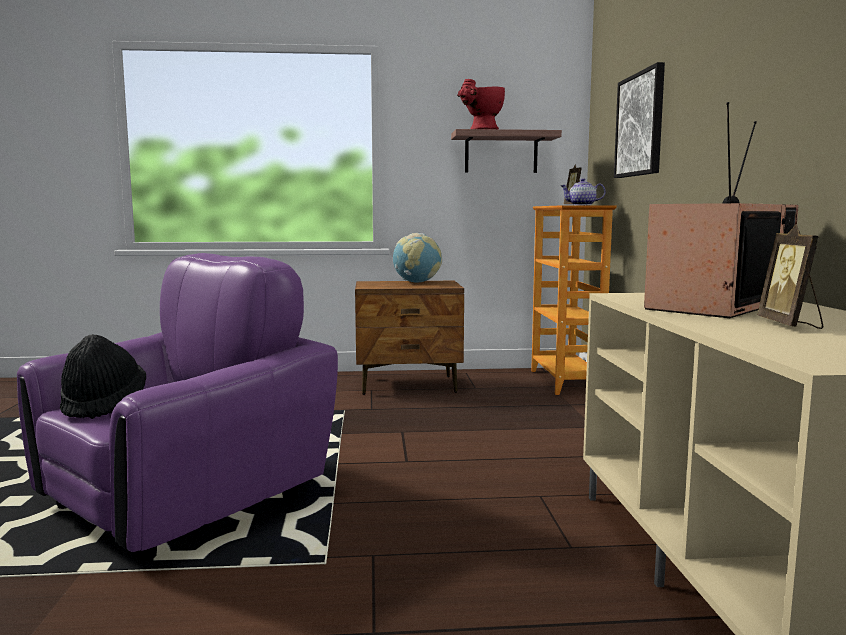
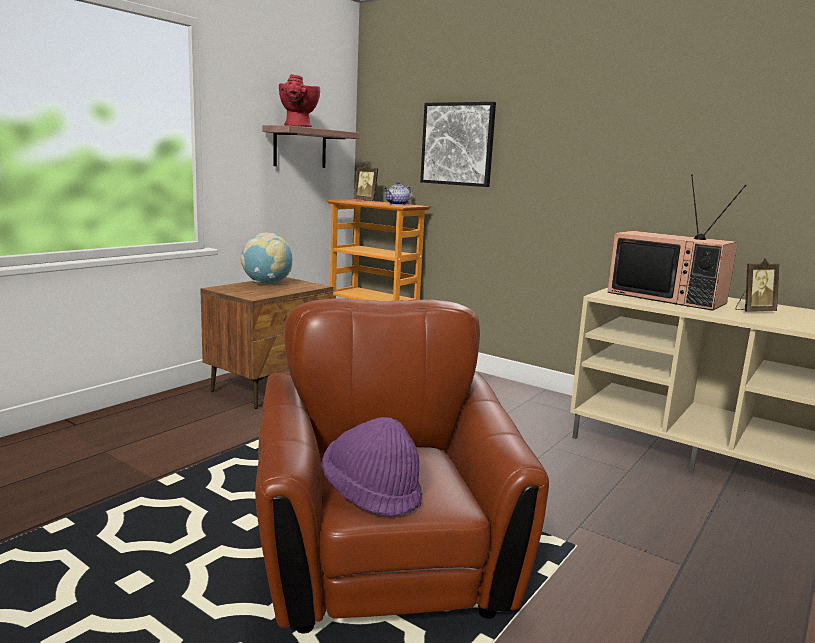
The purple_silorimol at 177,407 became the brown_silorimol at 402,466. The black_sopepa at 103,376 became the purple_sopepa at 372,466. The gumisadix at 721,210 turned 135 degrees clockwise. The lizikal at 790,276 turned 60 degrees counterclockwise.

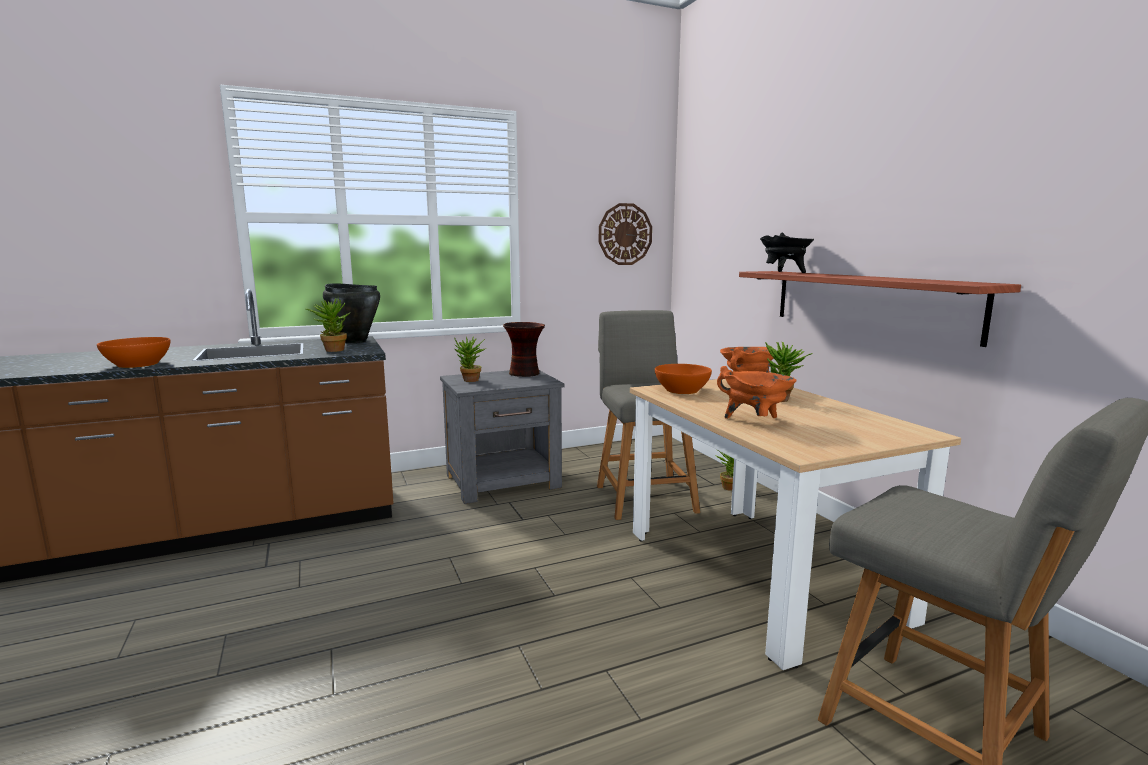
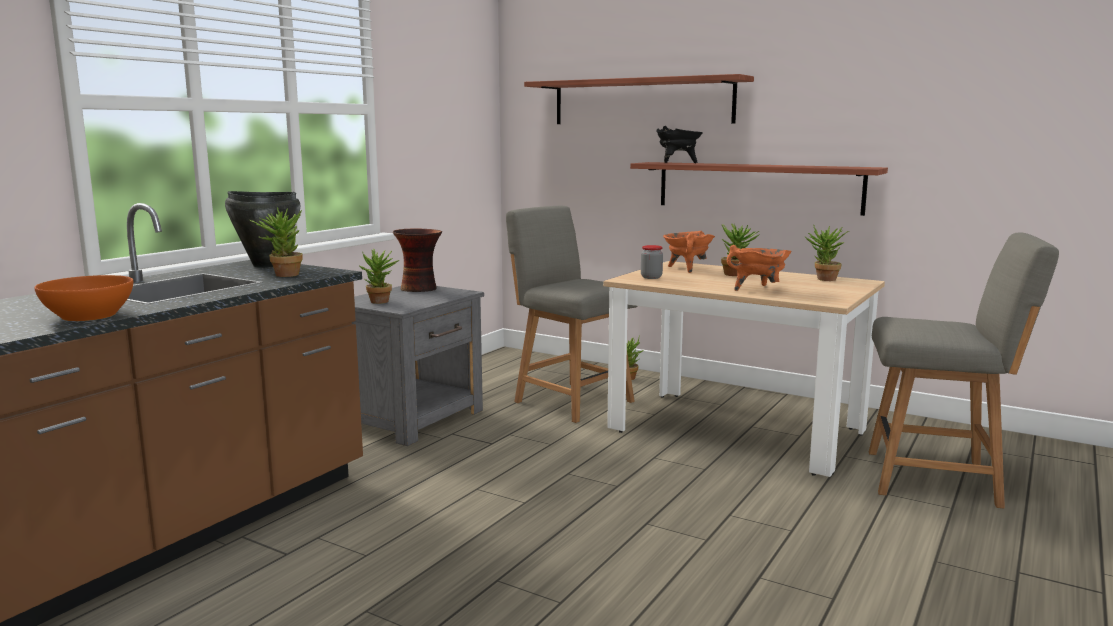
The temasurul at 639,99 appeared. The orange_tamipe at 683,379 was replaced by the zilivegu at 652,262. The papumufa at 827,253 appeared. The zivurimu at 625,234 disappeared.

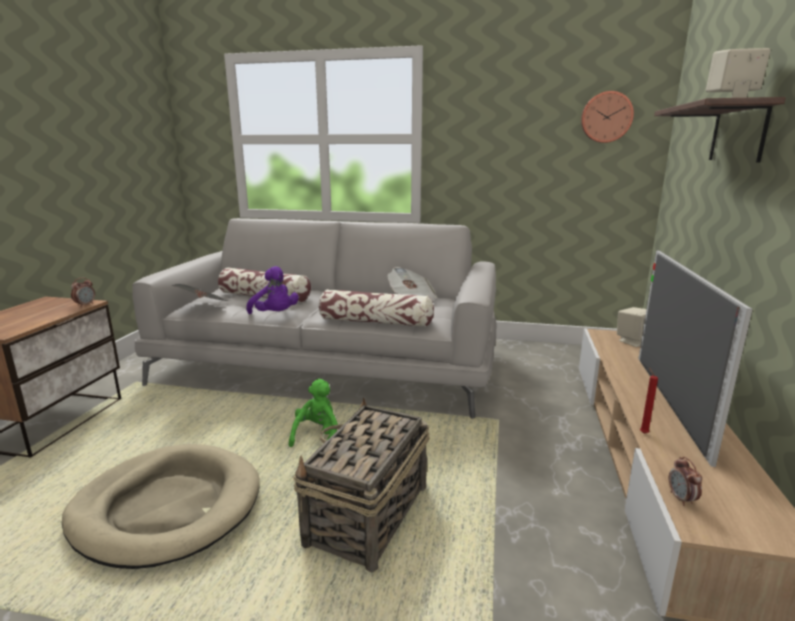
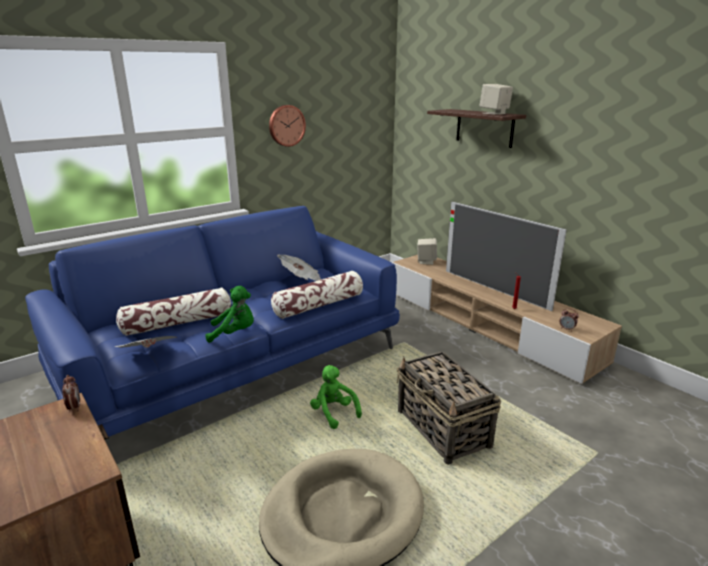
The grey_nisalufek at 314,318 became the blue_nisalufek at 212,321. The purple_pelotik at 272,290 became the green_pelotik at 229,314. The zivurimu moved from 607,117 to 287,126.

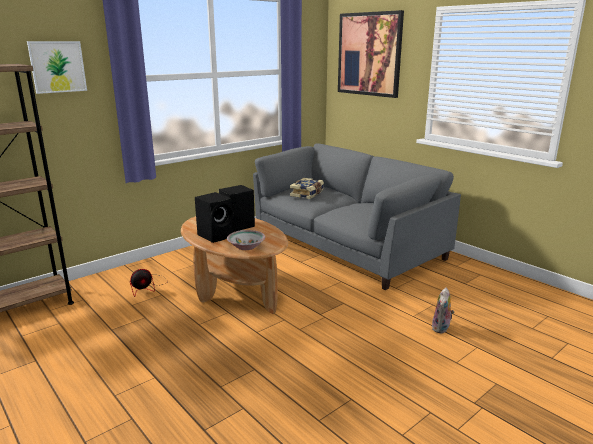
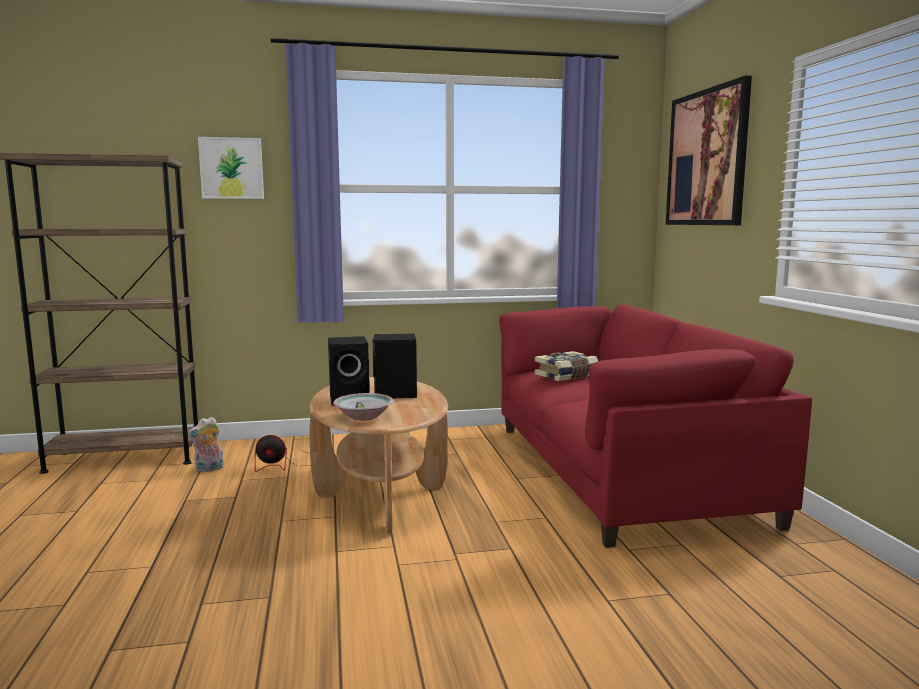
The pelotik moved from 443,311 to 206,444. The grey_nisalufek at 357,216 became the red_nisalufek at 655,426.

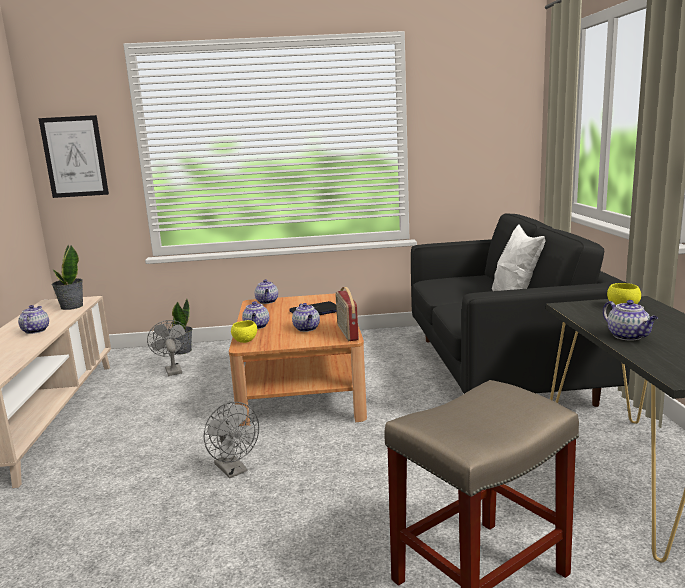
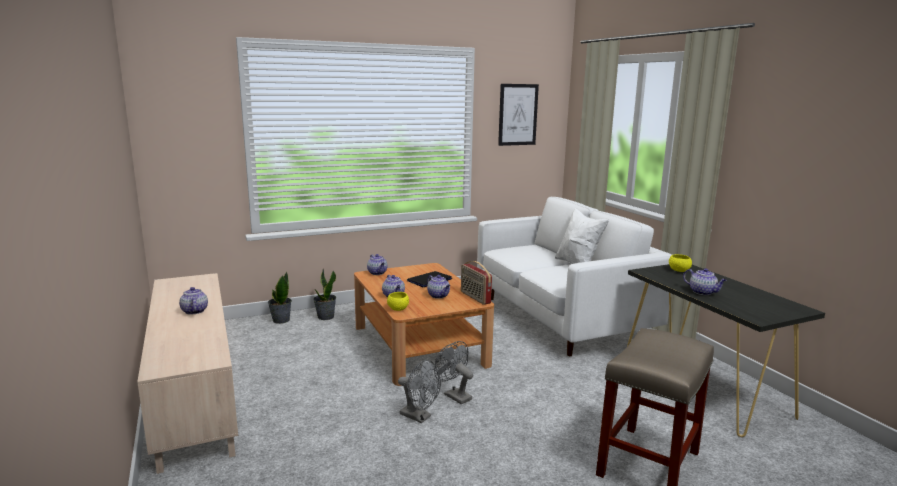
The papumufa moved from 67,277 to 324,294. The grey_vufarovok moved from 168,348 to 454,372. The black_nisalufek at 520,310 became the white_nisalufek at 574,276. The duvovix moved from 74,156 to 518,115.

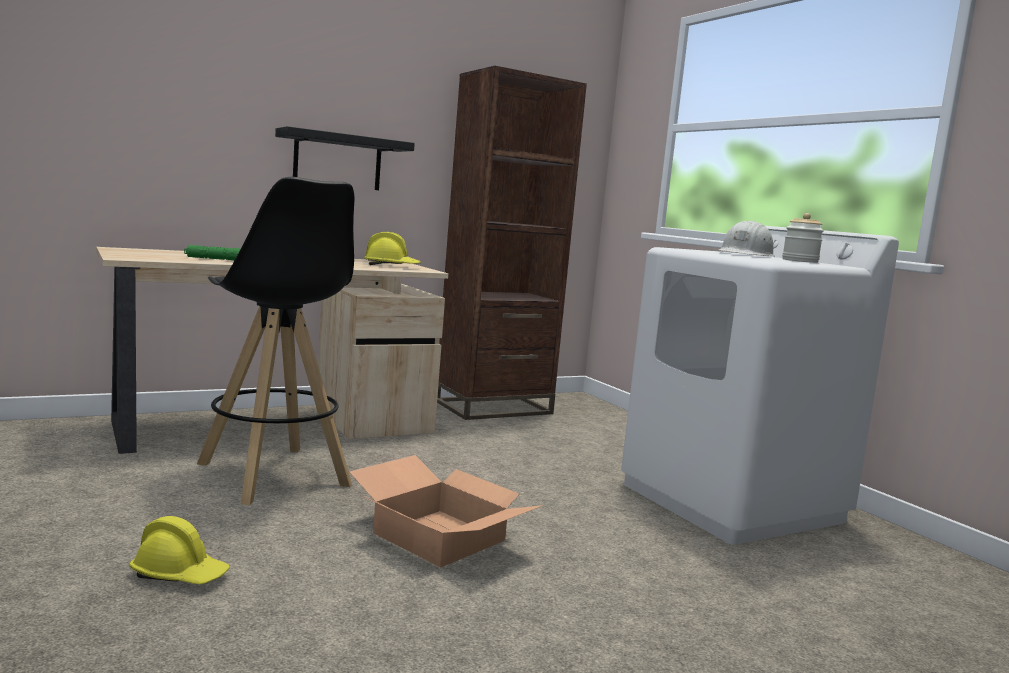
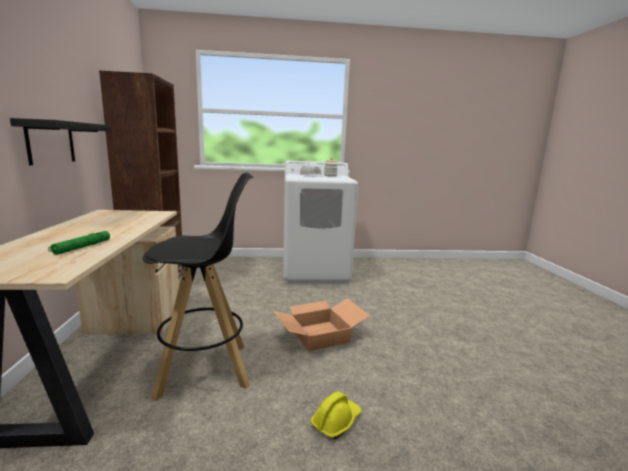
The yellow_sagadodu at 392,248 disappeared.

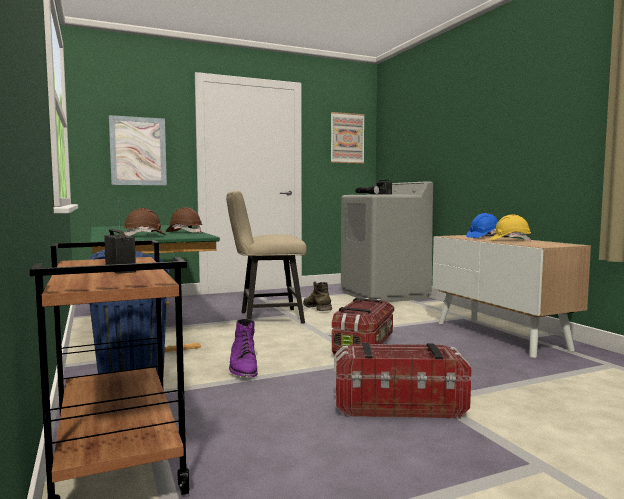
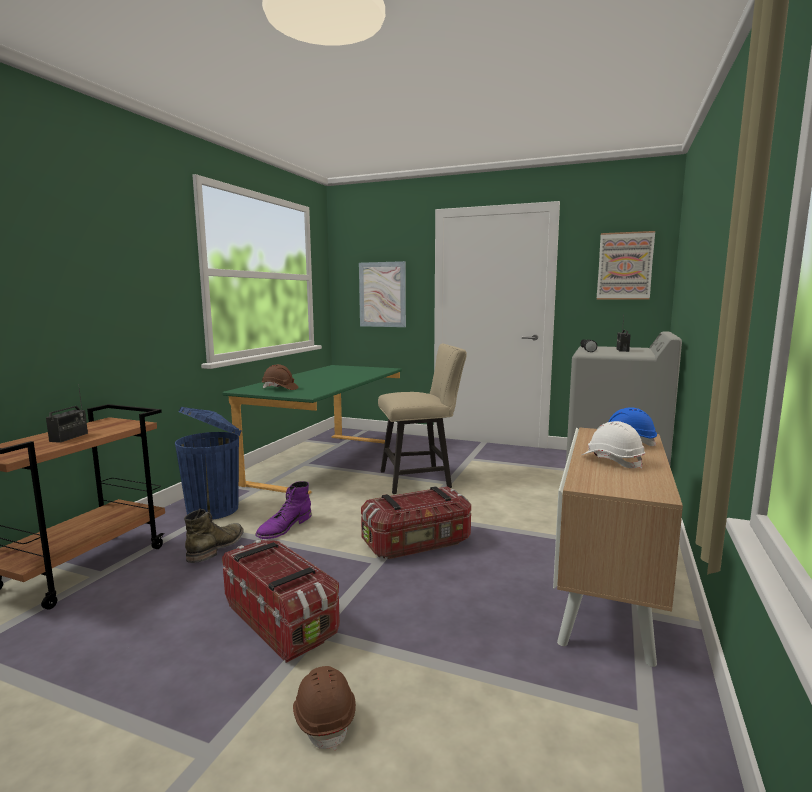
The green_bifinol moved from 317,296 to 214,536. The brown_sagadodu moved from 184,220 to 324,708. The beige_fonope at 266,257 turned 135 degrees clockwise. The yellow_sagadodu at 510,227 became the white_sagadodu at 613,445.

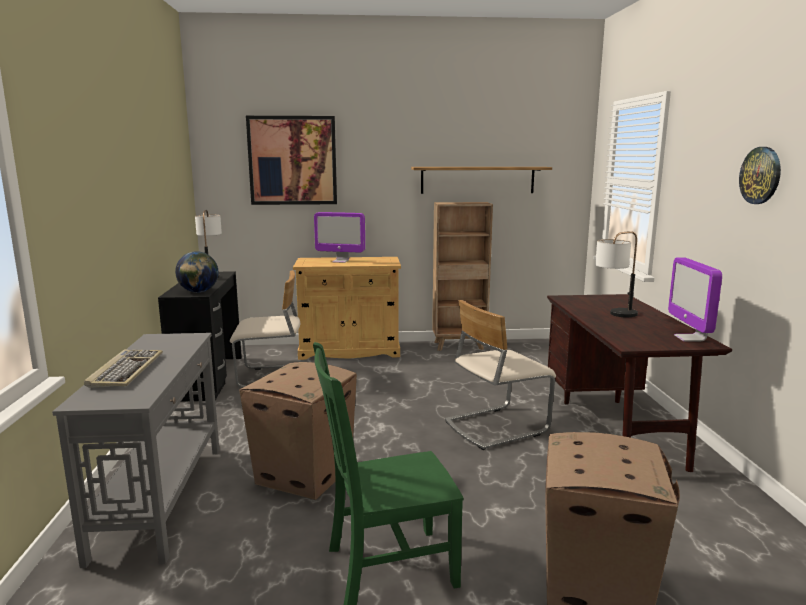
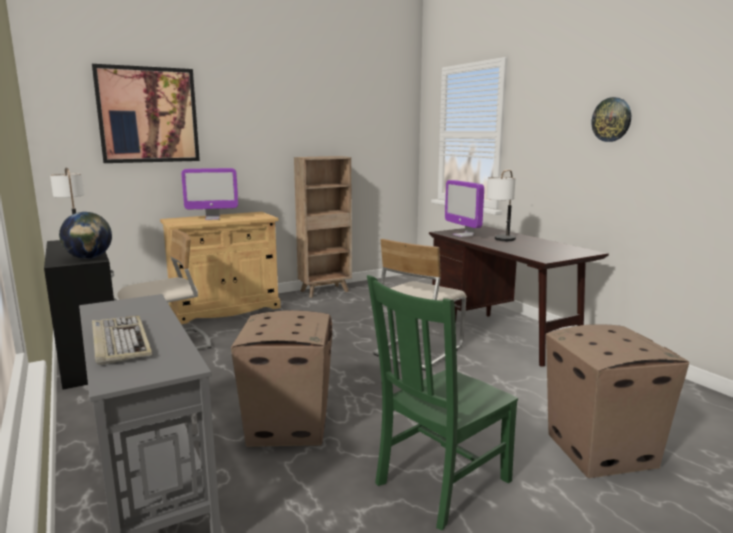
The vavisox moved from 695,299 to 464,208. The temasurul at 481,180 disappeared.

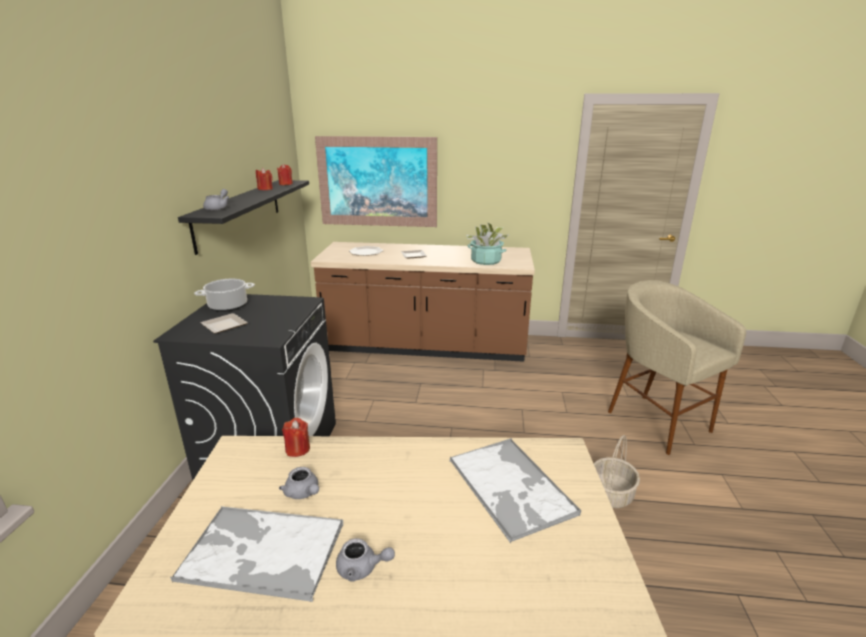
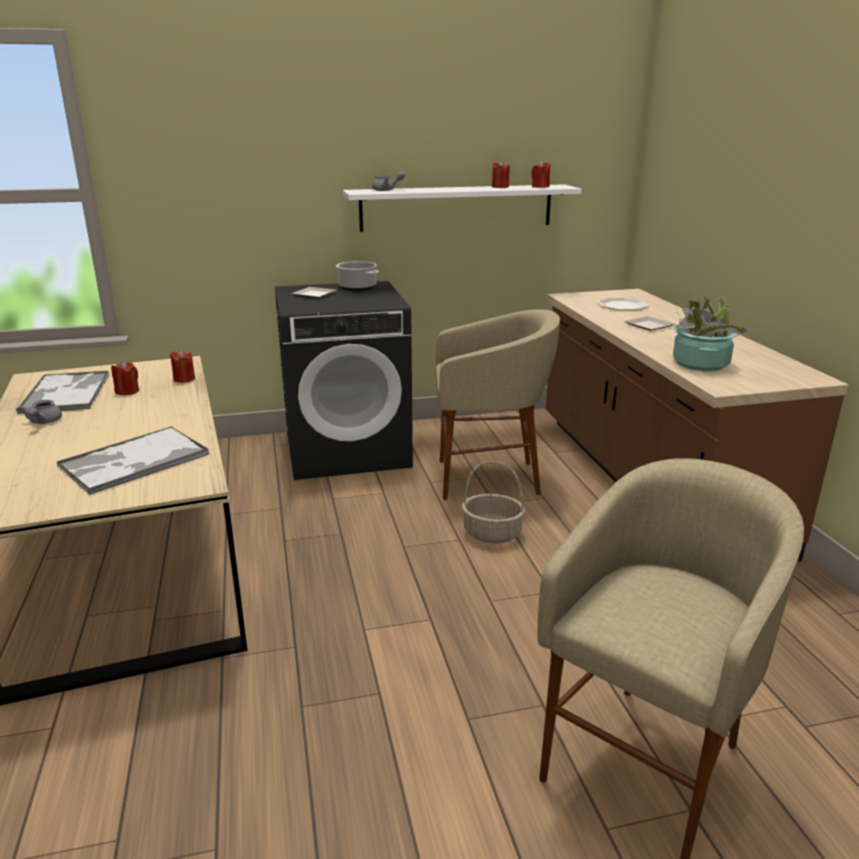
The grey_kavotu at 299,483 was replaced by the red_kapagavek at 125,378. The black_temasurul at 243,217 became the white_temasurul at 462,208. The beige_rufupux at 498,405 appeared. The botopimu moved from 616,472 to 493,502. The duvovix at 376,181 disappeared.

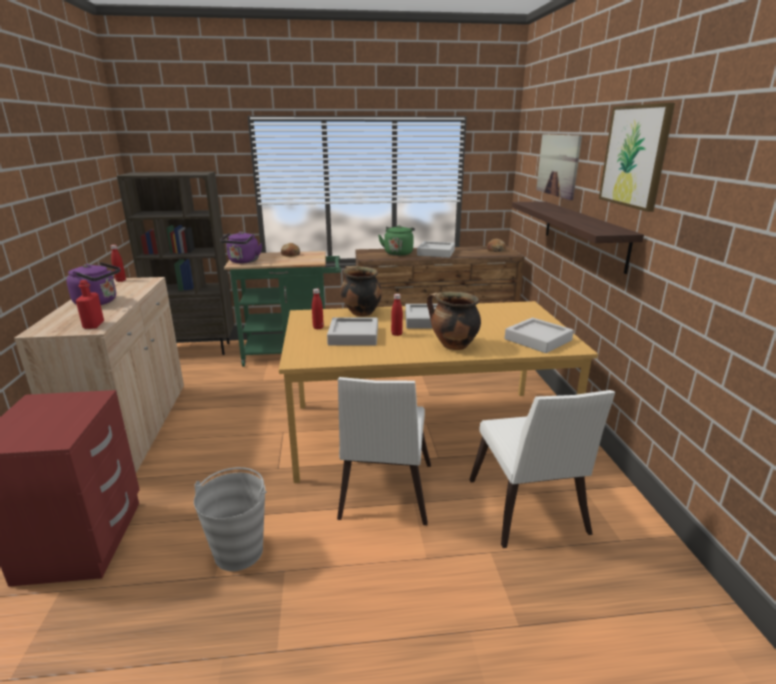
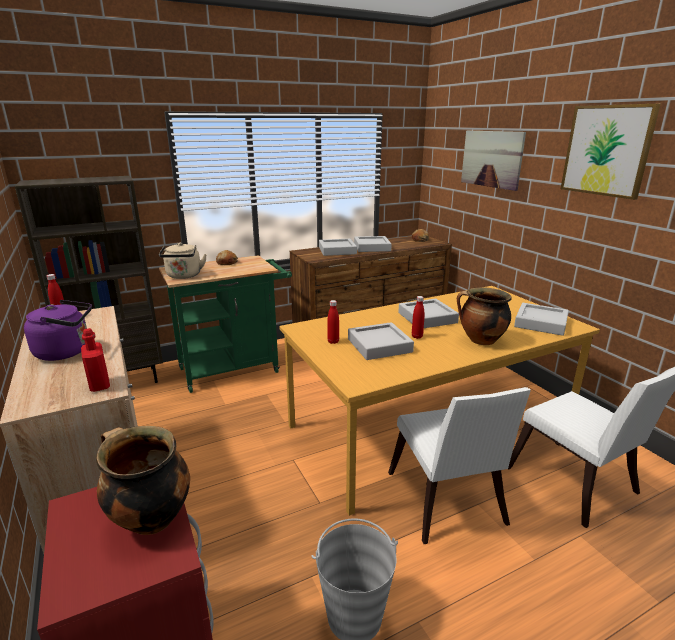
The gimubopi moved from 361,291 to 143,480. The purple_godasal at 241,247 became the beige_godasal at 183,261. The green_godasal at 396,240 was replaced by the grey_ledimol at 338,247. The temasurul at 578,237 disappeared.

